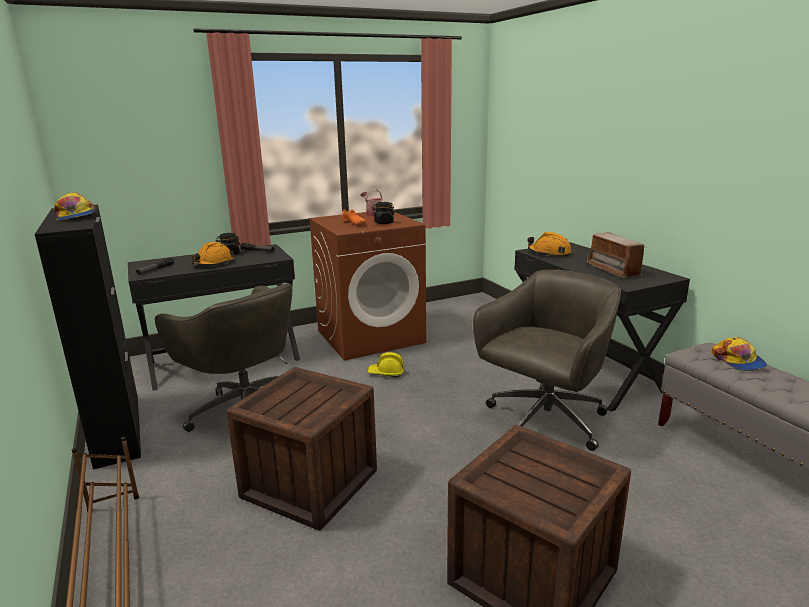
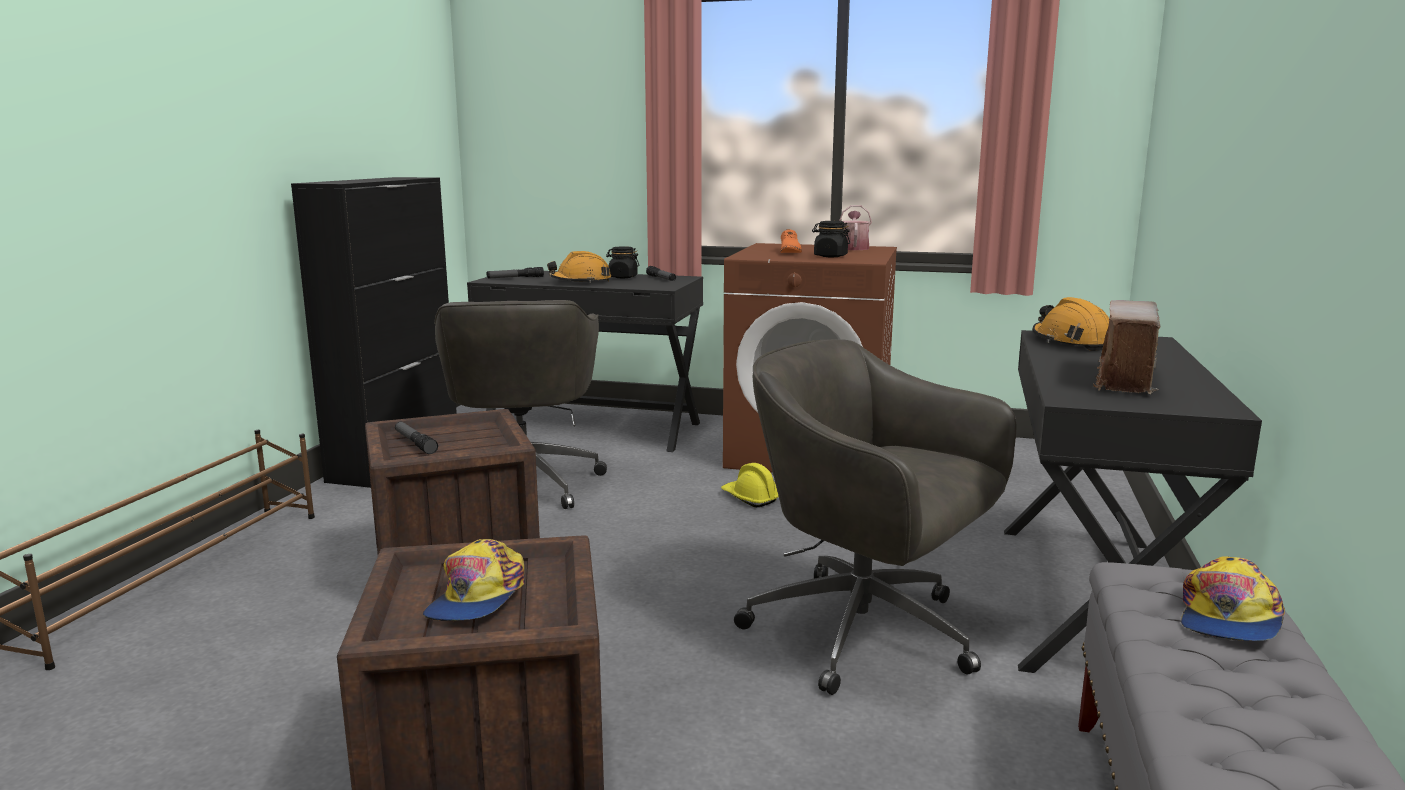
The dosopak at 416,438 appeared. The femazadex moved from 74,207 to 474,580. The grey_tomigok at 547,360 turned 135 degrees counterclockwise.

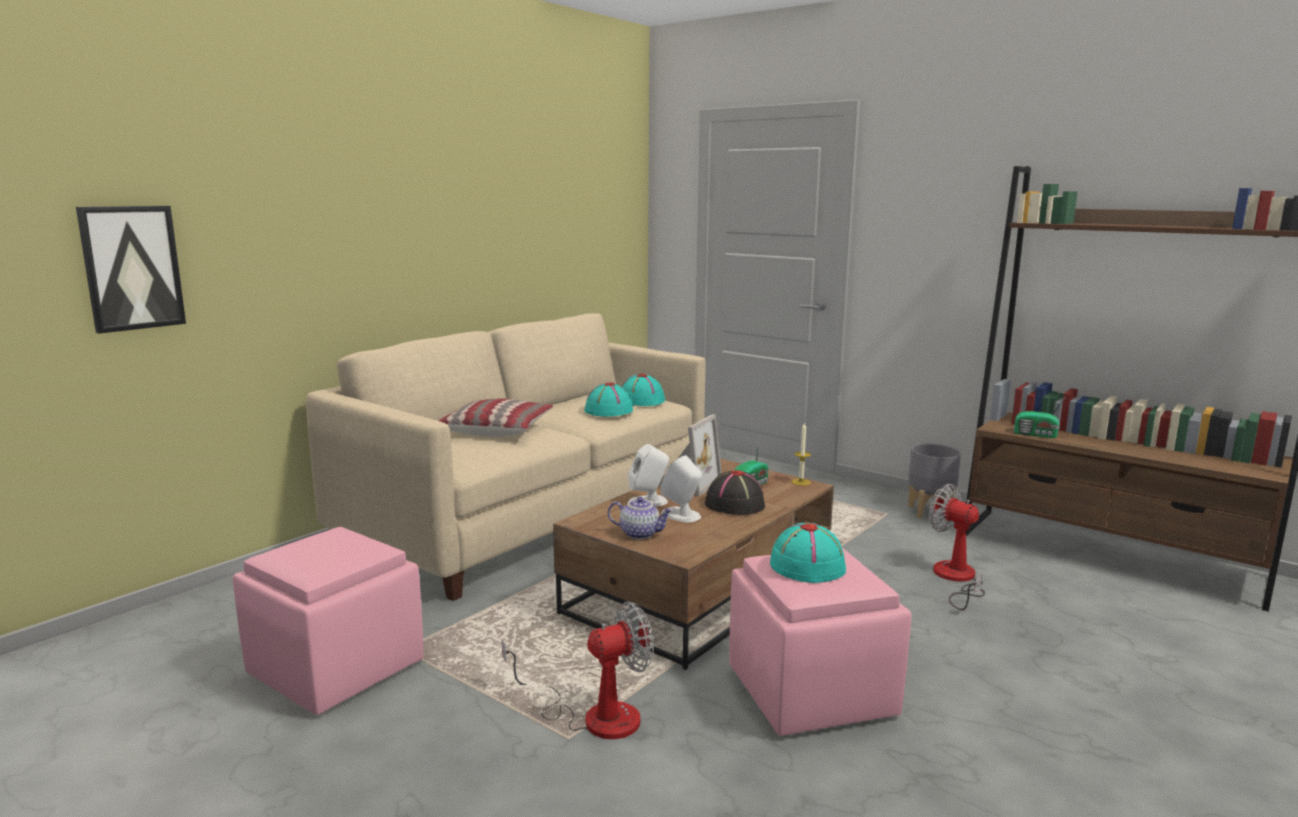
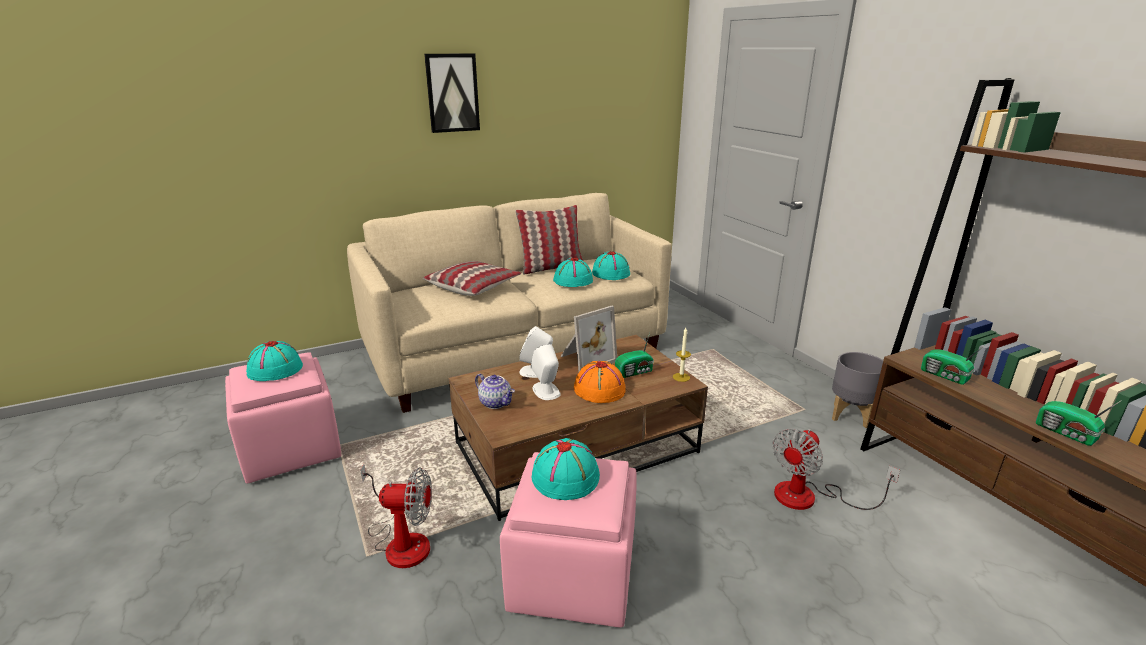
The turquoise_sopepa at 274,361 appeared. The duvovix moved from 131,270 to 452,93. The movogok at 549,240 appeared. The black_sopepa at 735,492 became the orange_sopepa at 600,382. The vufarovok at 957,547 turned 120 degrees counterclockwise. The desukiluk at 1079,423 appeared.

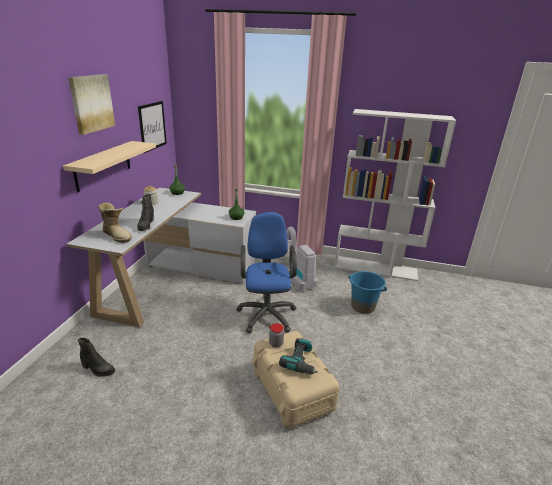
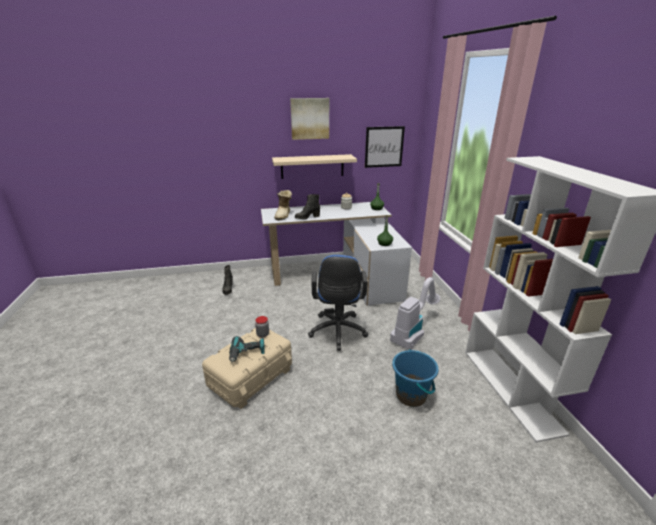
The blue_tomigok at 266,272 turned 120 degrees clockwise.

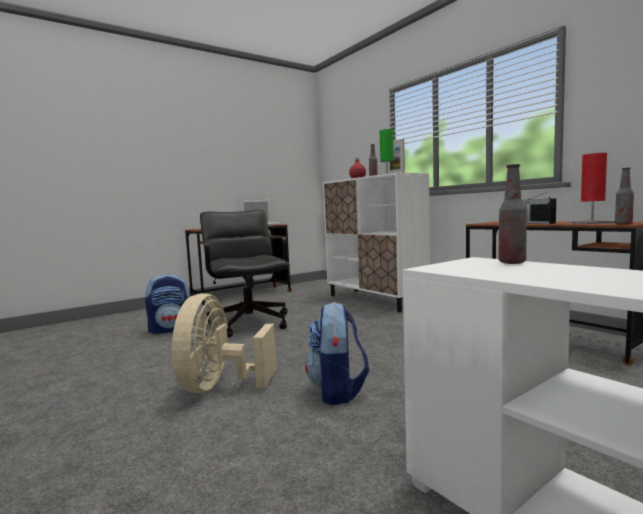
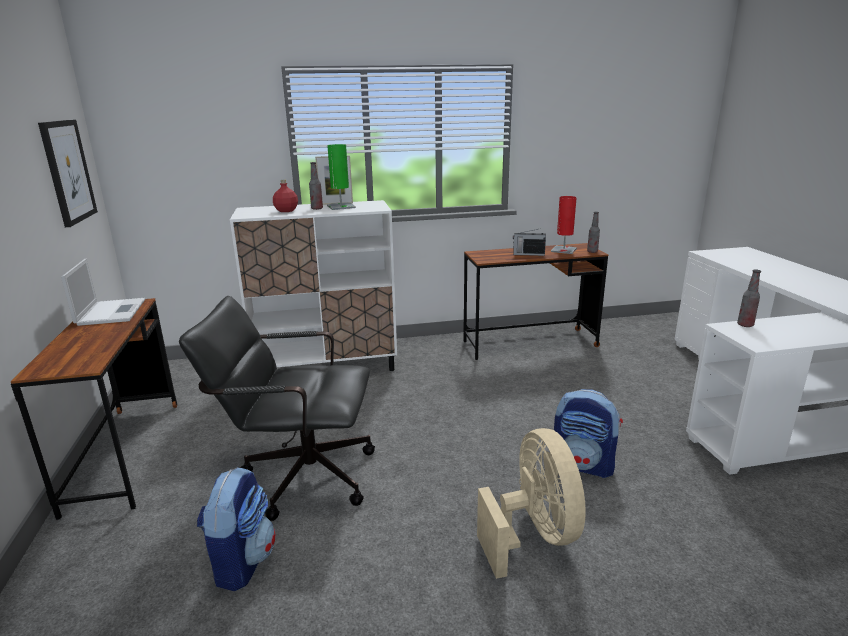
The duvovix at 68,173 appeared. The beige_vufarovok at 224,343 turned 135 degrees counterclockwise.

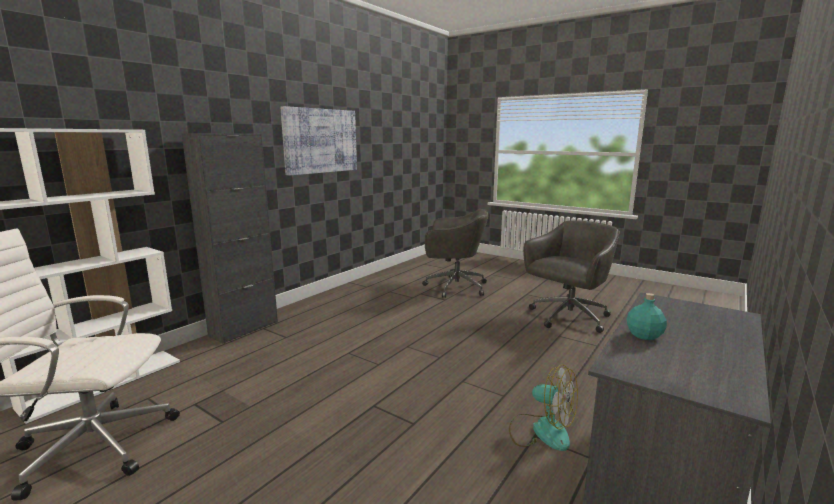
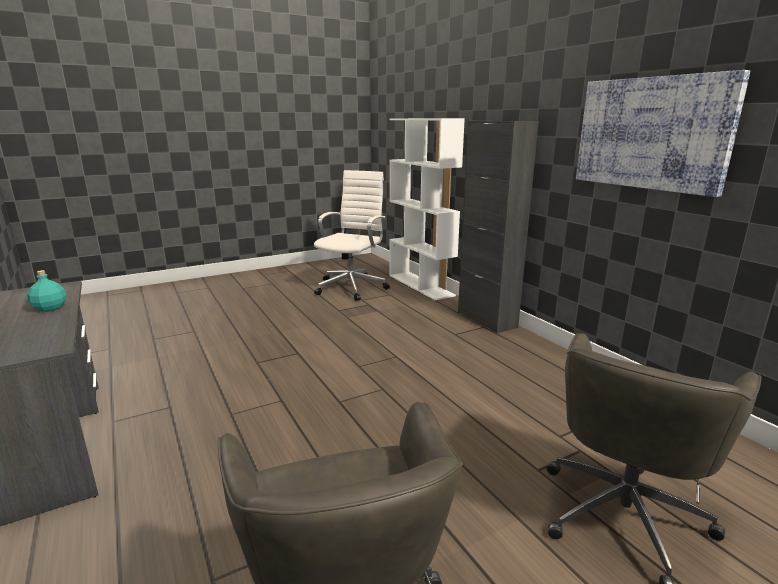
The vufarovok at 543,407 disappeared.

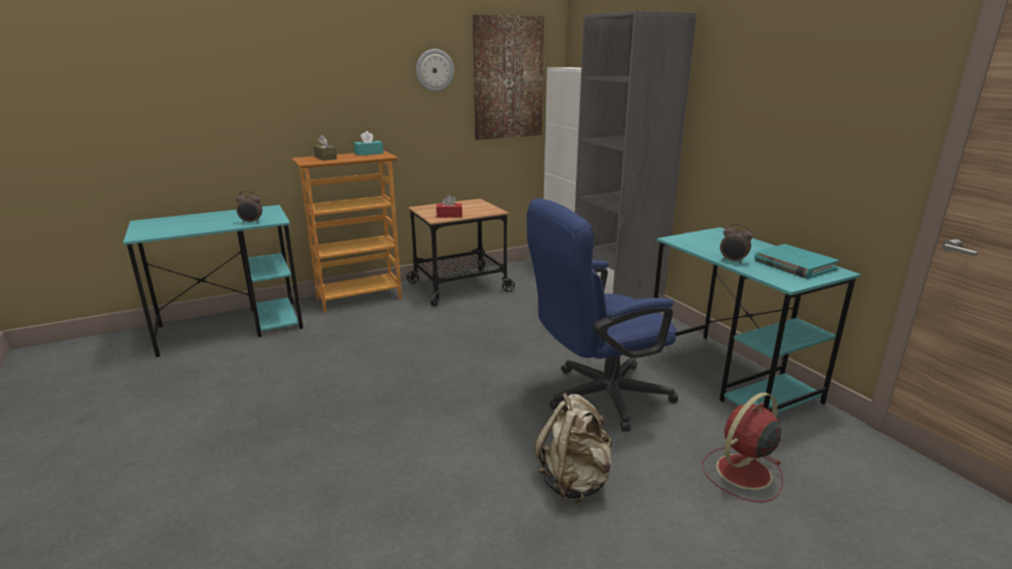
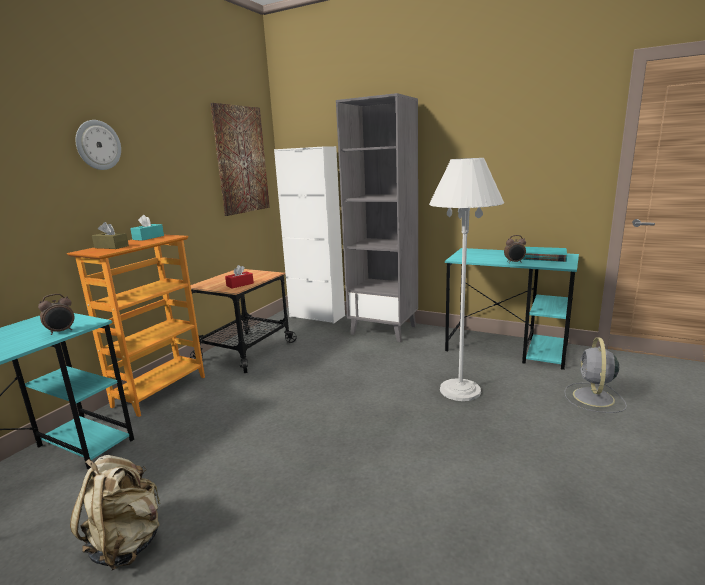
The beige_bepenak moved from 573,447 to 115,512. The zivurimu moved from 435,70 to 98,145. The blue_tomigok at 602,314 was replaced by the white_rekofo at 466,279. The red_vufarovok at 743,447 became the grey_vufarovok at 595,375.

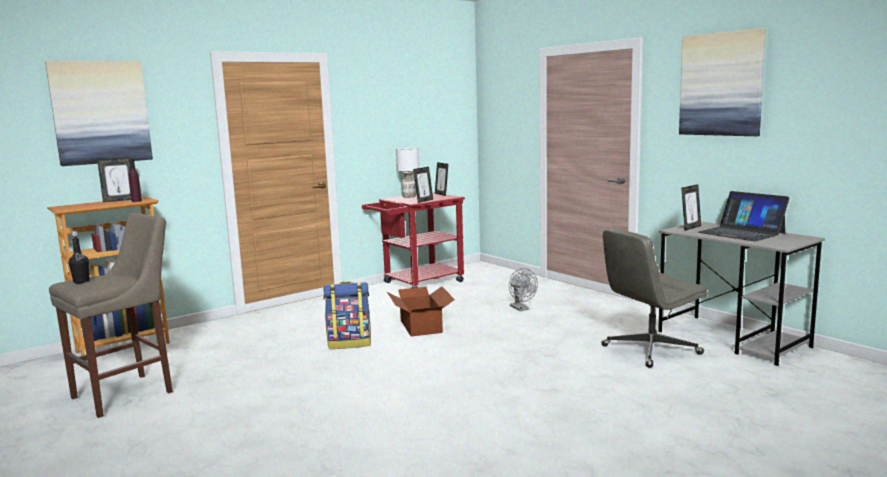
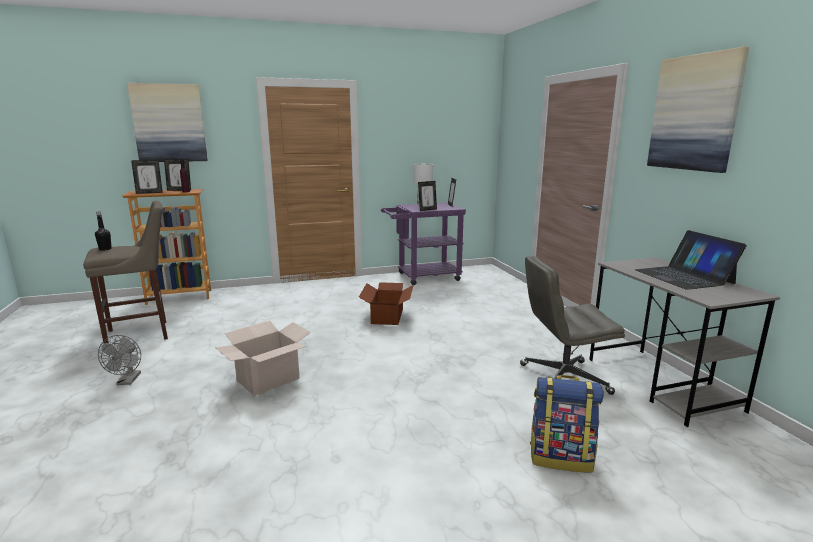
The grey_vufarovok moved from 523,289 to 119,360. The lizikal moved from 691,207 to 147,177. The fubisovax at 263,358 appeared. The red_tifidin at 413,240 became the purple_tifidin at 423,244. The bepenak moved from 347,315 to 567,423.

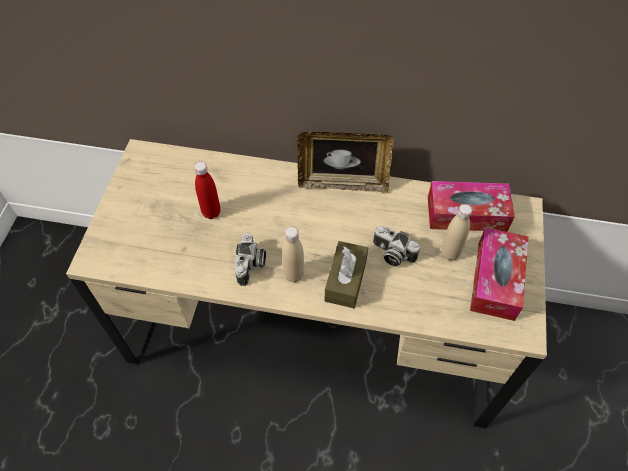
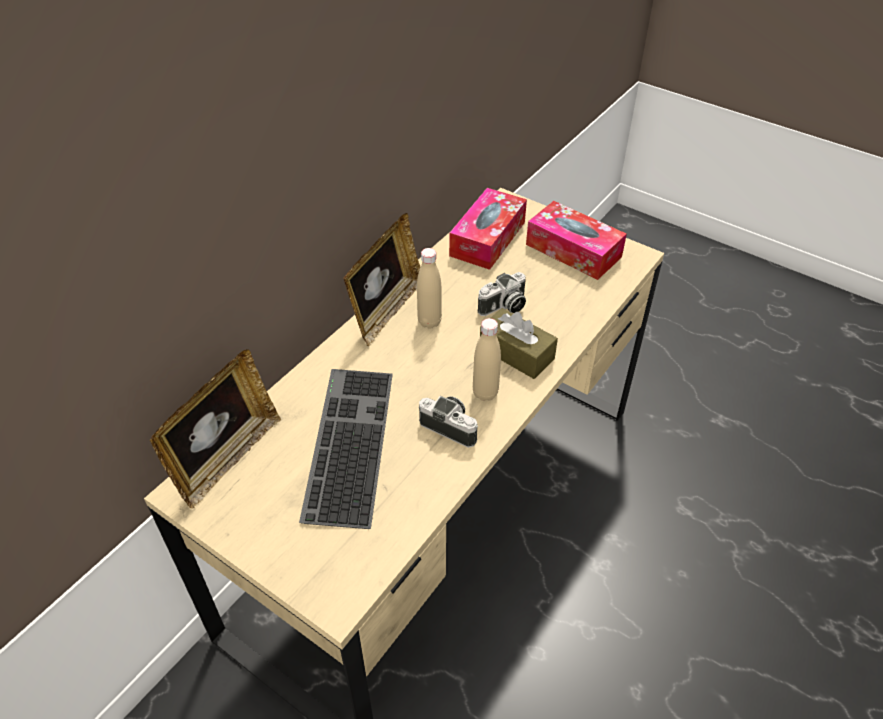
The lizikal at 215,429 appeared. The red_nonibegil at 207,190 was replaced by the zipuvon at 346,449. The beige_nonibegil moved from 456,232 to 429,288.

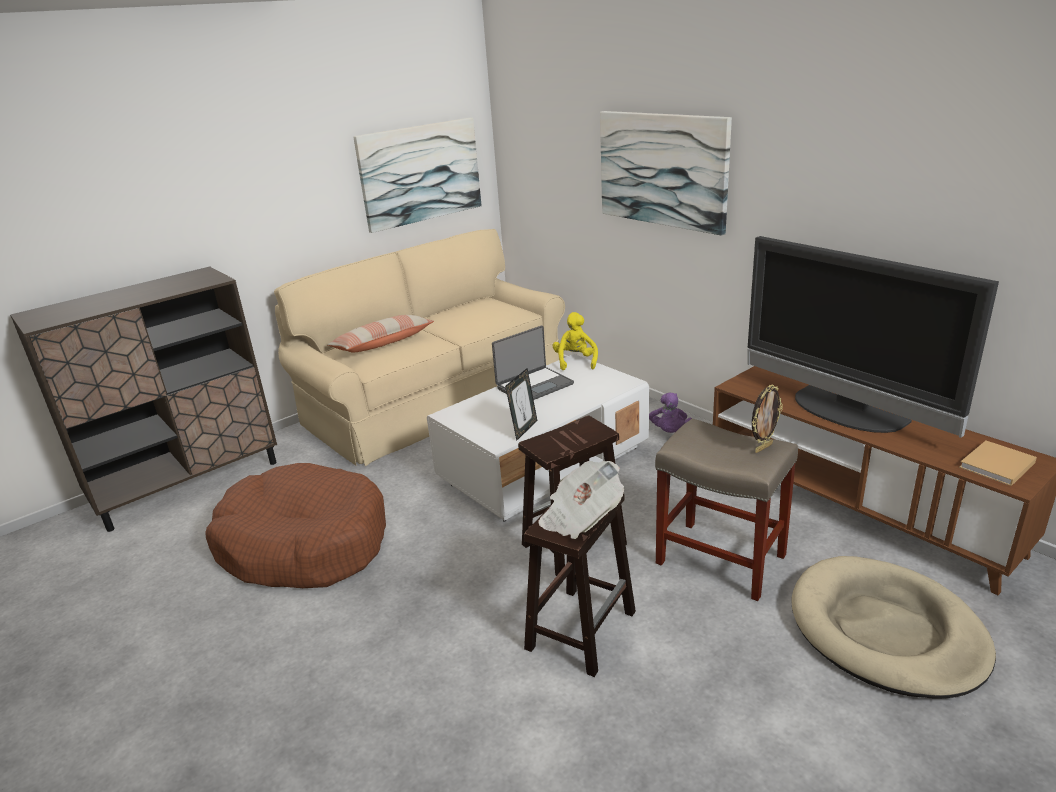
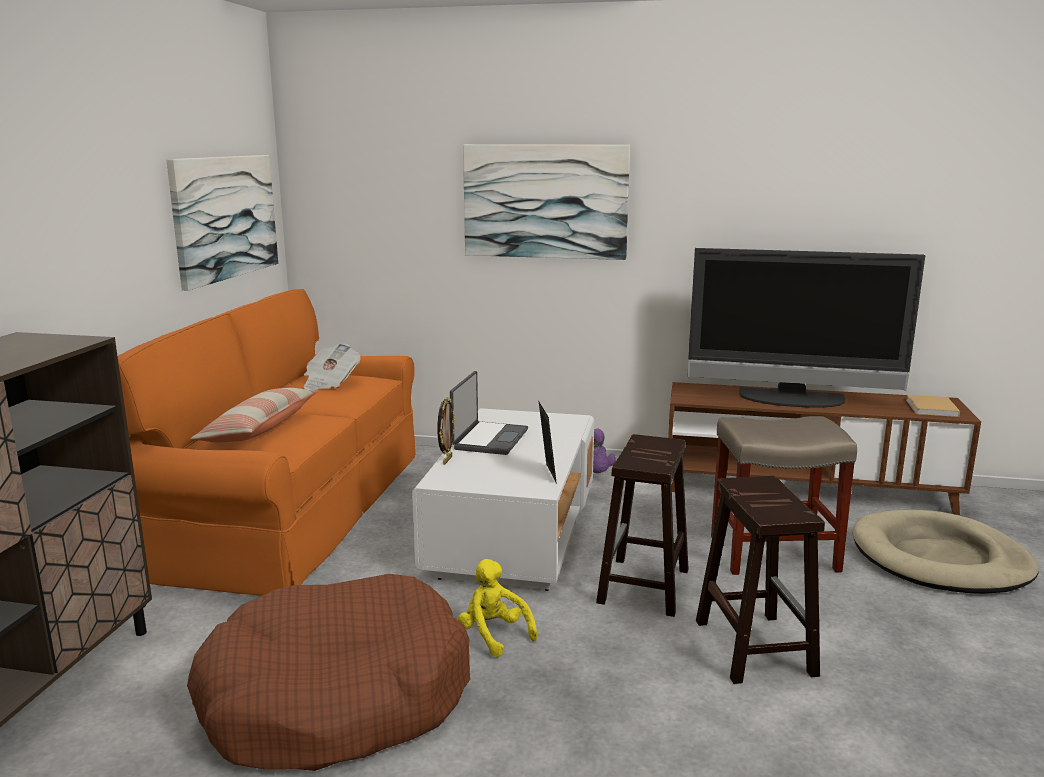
The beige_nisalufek at 419,347 became the orange_nisalufek at 267,442. The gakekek moved from 581,500 to 331,366. The lizikal moved from 767,418 to 446,431. The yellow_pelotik moved from 575,341 to 498,608.

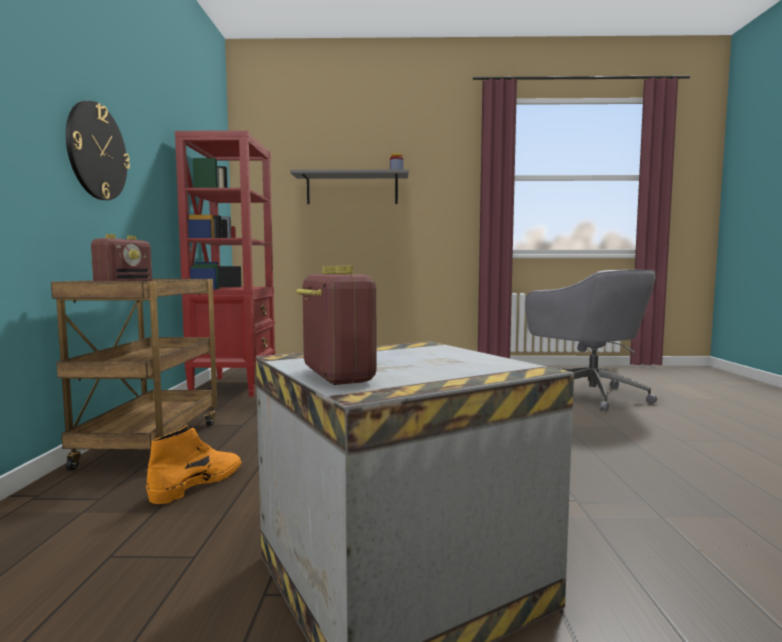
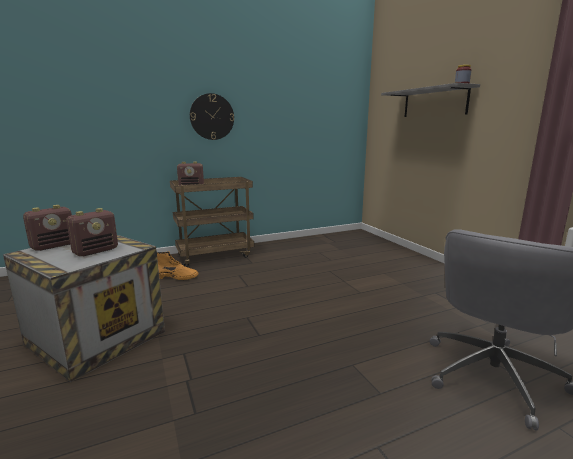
The desukiluk at 92,232 appeared. The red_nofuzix at 225,263 disappeared.

